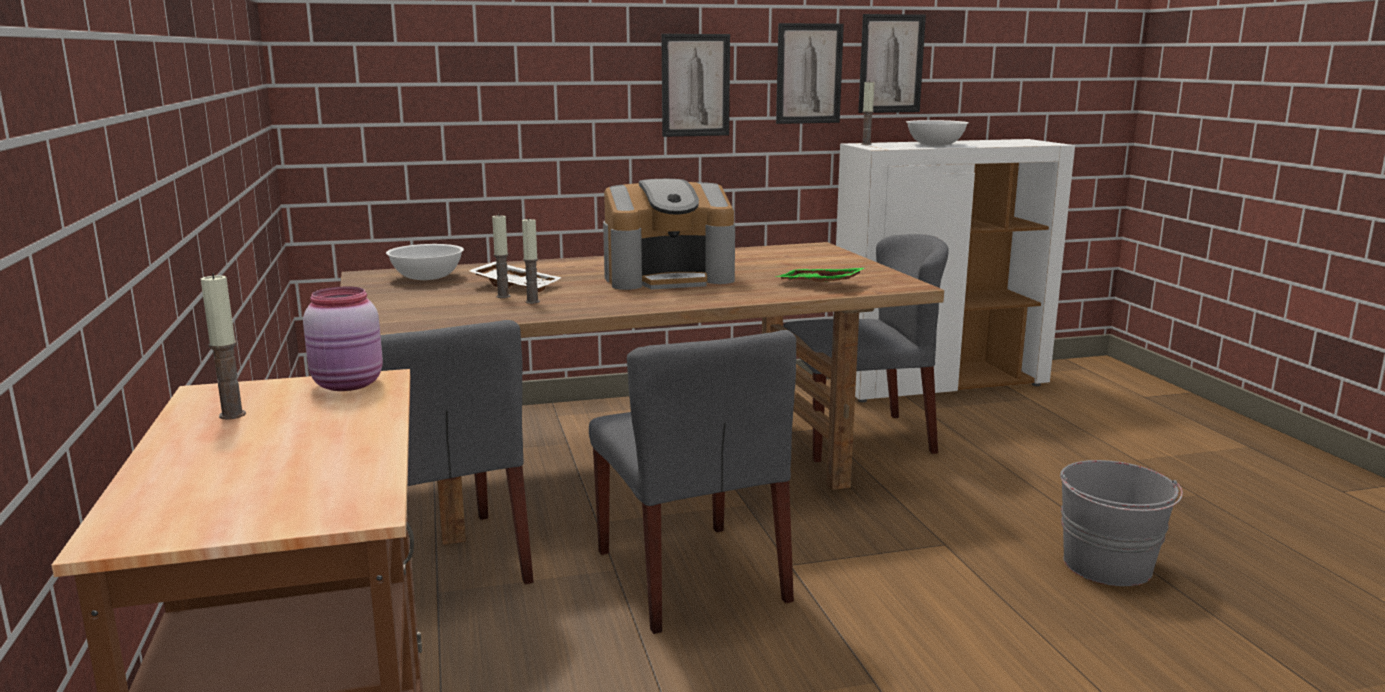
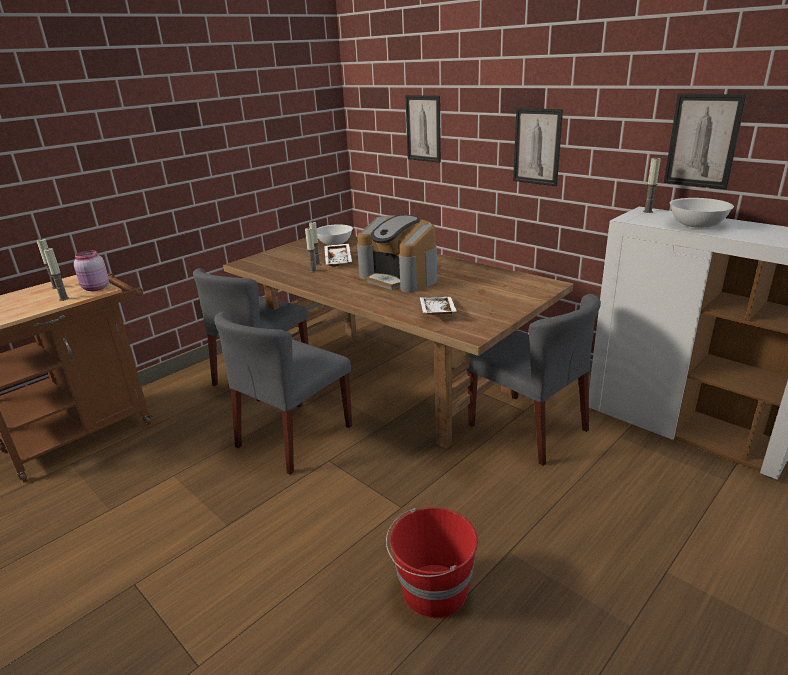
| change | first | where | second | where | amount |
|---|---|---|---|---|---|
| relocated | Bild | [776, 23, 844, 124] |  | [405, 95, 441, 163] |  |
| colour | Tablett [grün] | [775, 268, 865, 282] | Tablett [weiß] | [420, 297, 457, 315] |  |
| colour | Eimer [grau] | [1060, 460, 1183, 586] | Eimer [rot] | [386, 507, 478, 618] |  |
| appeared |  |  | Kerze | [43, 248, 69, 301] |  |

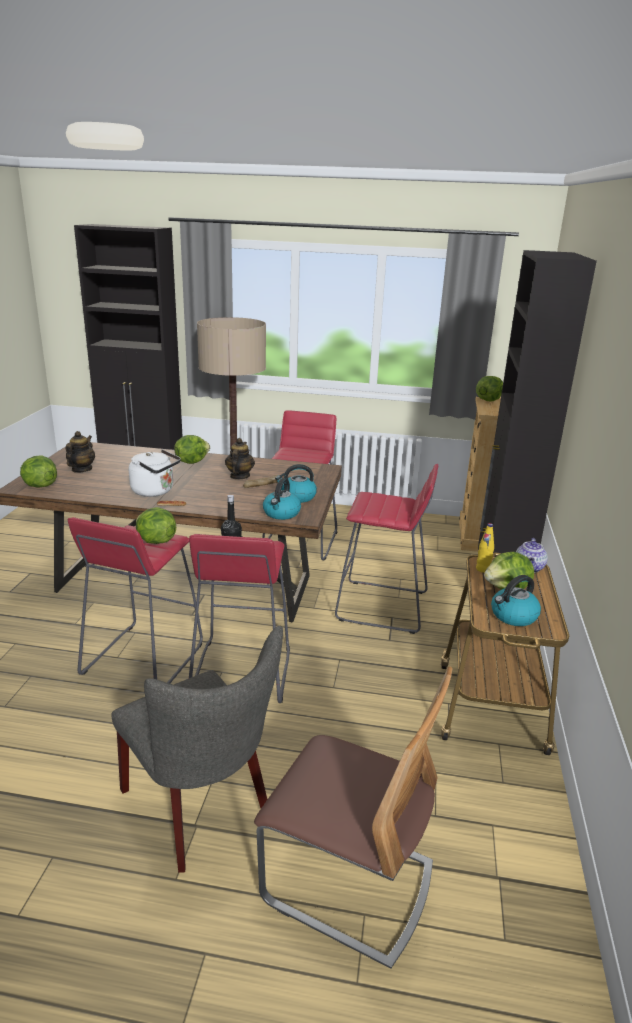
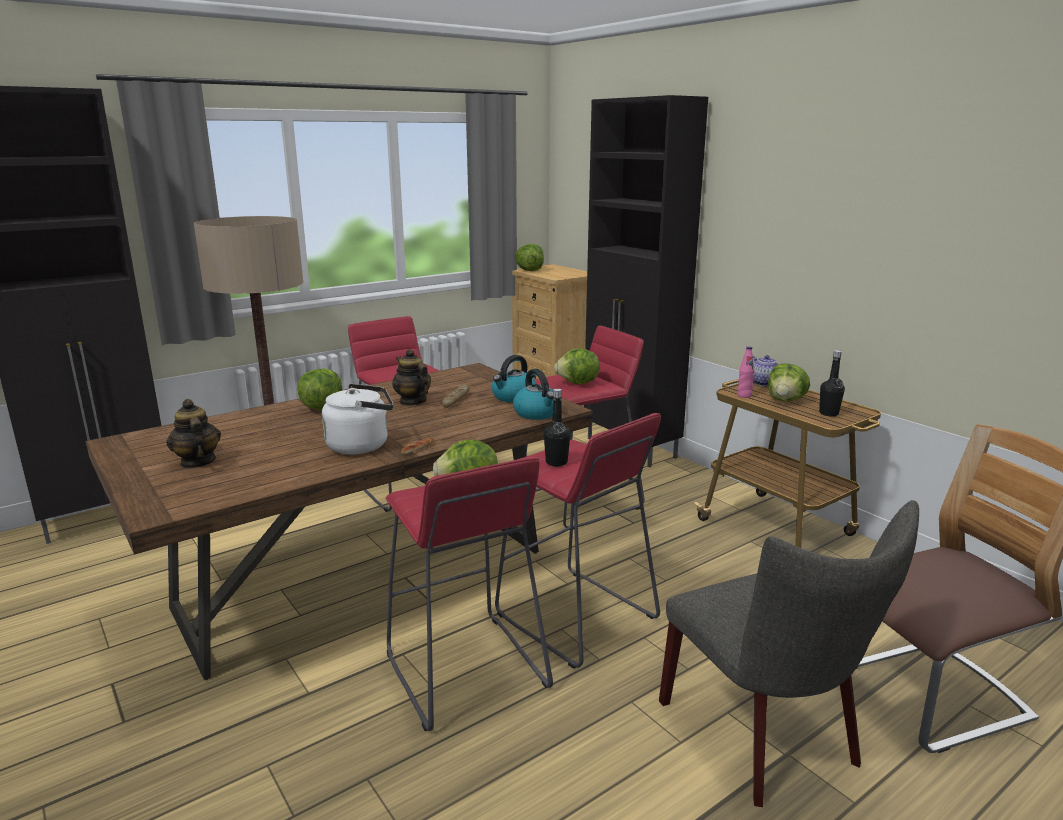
| change | first | where | second | where | amount |
|---|---|---|---|---|---|
| relocated | Salatkopf | [20, 455, 57, 488] |  | [554, 348, 600, 384] |  |
| colour | Flasche [gelb] | [476, 523, 494, 573] | Flasche [rosa] | [737, 346, 755, 398] |  |
| exchanged | Wasserkessel | [491, 575, 541, 626] | Flasche [schwarz] | [819, 350, 845, 416] |  |
| spun | Stuhl [grau] | [111, 626, 283, 872] |  | [659, 500, 919, 807] | 60 degrees clockwise |

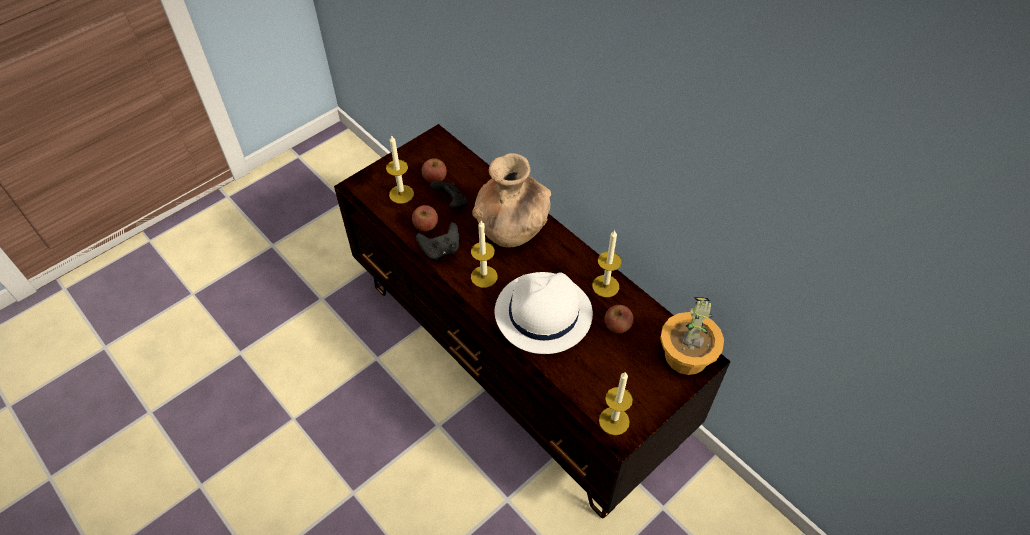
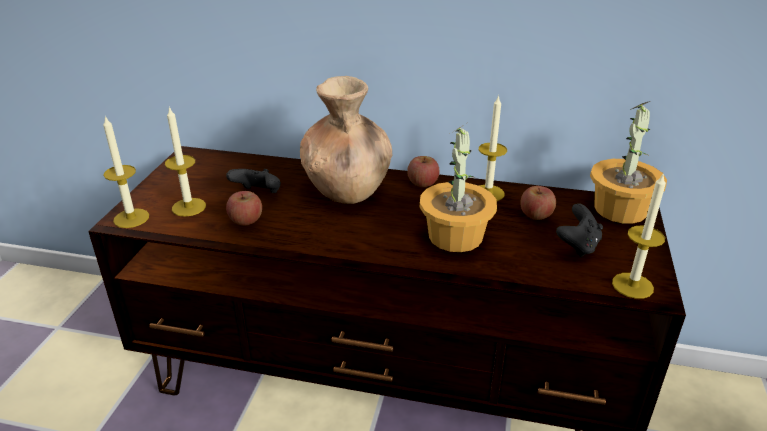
| change | first | where | second | where | amount |
|---|---|---|---|---|---|
| relocated | Apfel | [422, 158, 447, 183] |  | [407, 156, 440, 187] |  |
| relocated | Kerze | [471, 221, 498, 288] |  | [103, 116, 149, 228] |  |
| relocated | Gamepad [schwarz] | [416, 222, 459, 259] |  | [556, 203, 603, 257] |  |
| exchanged | Hut [weiß] | [495, 272, 593, 354] | Topfpflanze | [420, 123, 497, 252] |  |

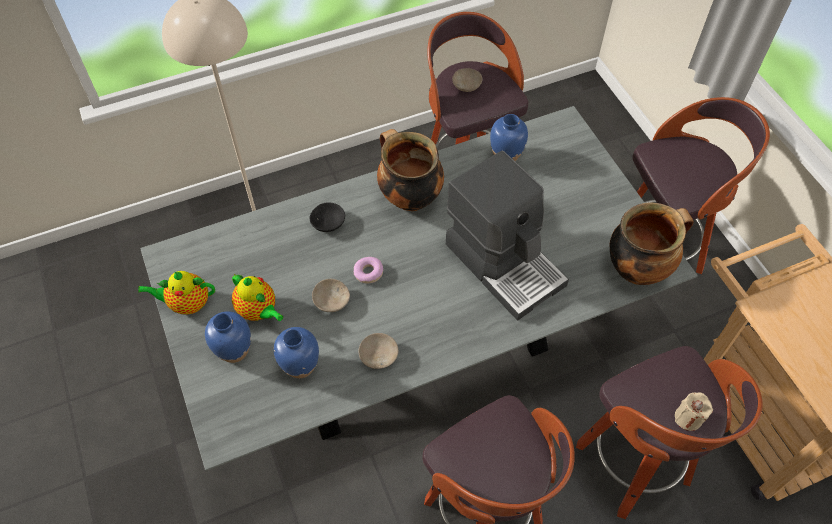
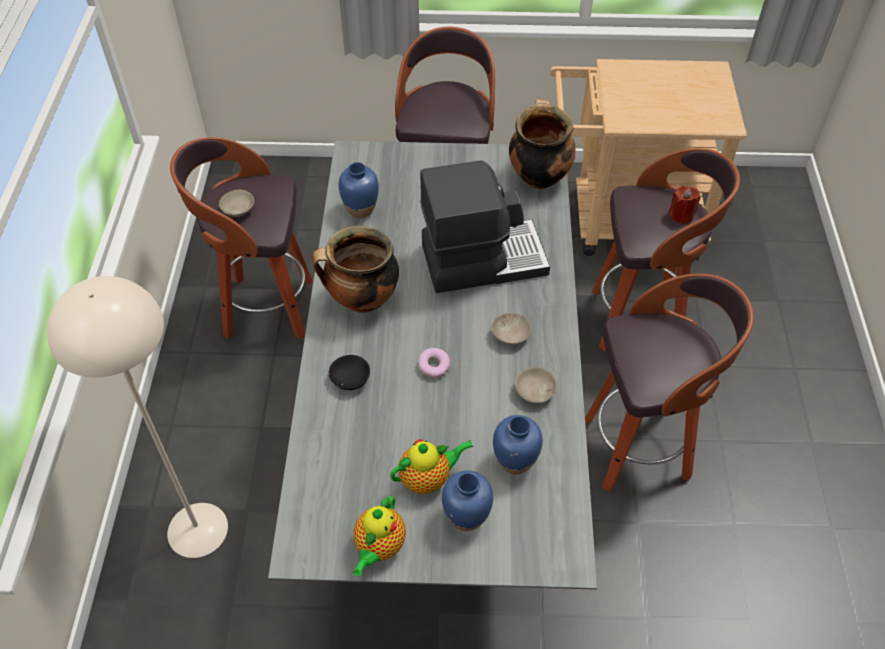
| change | first | where | second | where | amount |
|---|---|---|---|---|---|
| relocated | Schüssel [beige] | [312, 279, 350, 312] |  | [491, 313, 532, 345] |  |
| colour | Kerze [beige] | [675, 392, 713, 431] | Kerze [rot] | [668, 186, 701, 224] |  |

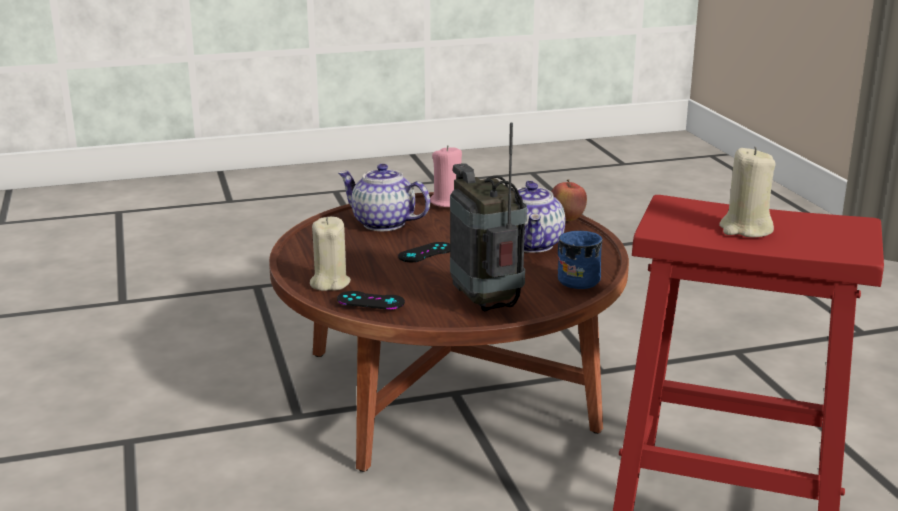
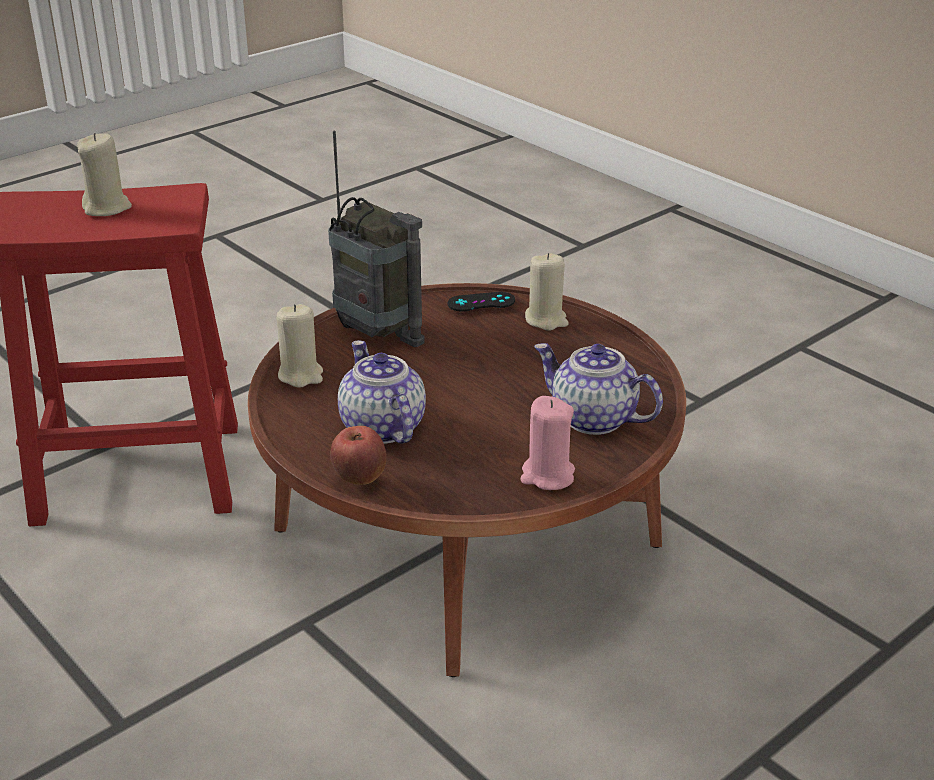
| change | first | where | second | where | amount |
|---|---|---|---|---|---|
| spun | Teekanne | [338, 164, 430, 231] |  | [534, 343, 663, 435] | 150 degrees counterclockwise |
| exchanged | Henkelbecher [blau] | [558, 231, 602, 289] | Kerze [beige] | [276, 304, 323, 388] |  |
| missing | Gamepad [schwarz] | [398, 242, 450, 262] |  |  |  |

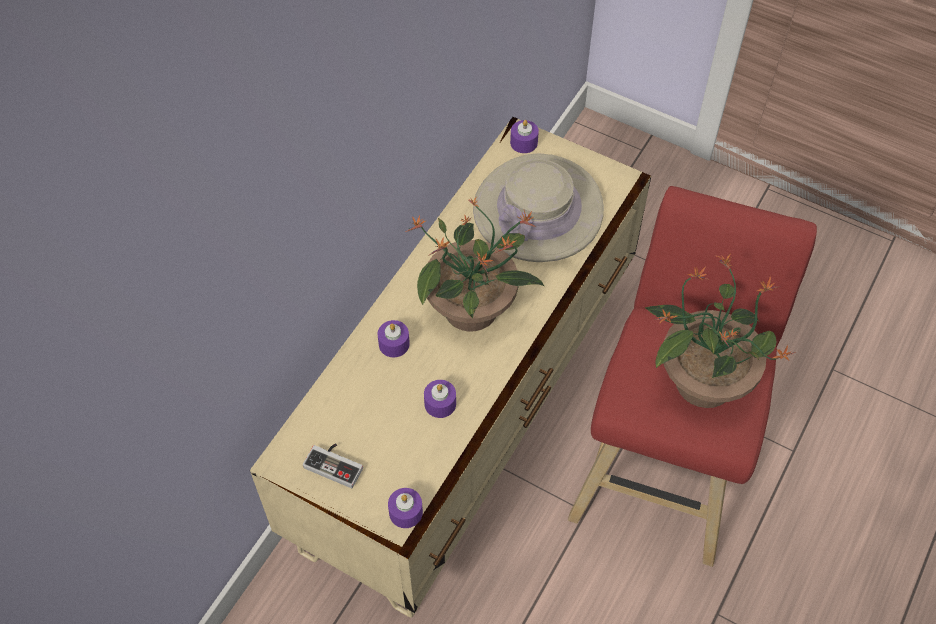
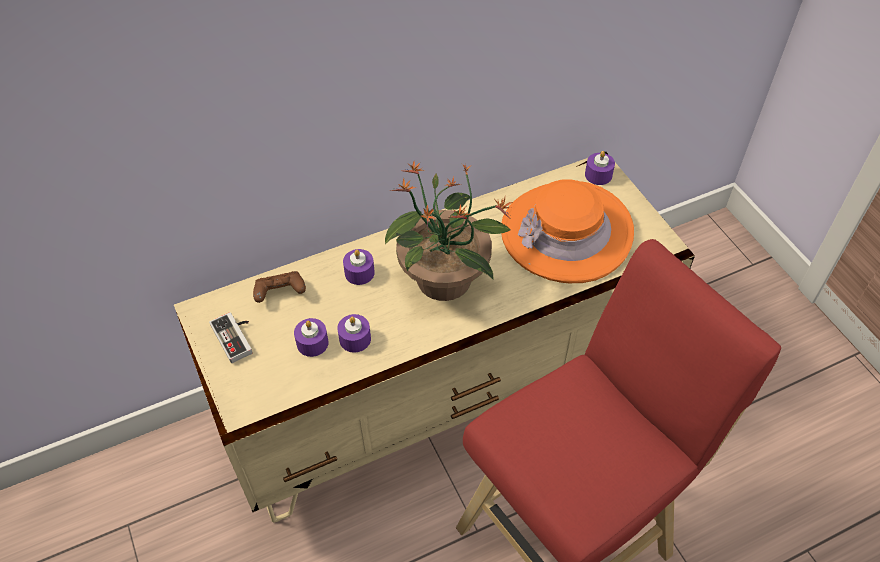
| change | first | where | second | where | amount |
|---|---|---|---|---|---|
| colour | Hut [beige] | [473, 153, 604, 262] | Hut [orange] | [501, 179, 634, 283] |  |
| missing | Topfpflanze | [645, 253, 796, 408] |  |  |  |
| relocated | Kerze [lila] | [388, 488, 423, 528] |  | [294, 318, 329, 357] |  |
| appeared |  |  | Gamepad [braun] | [253, 271, 306, 303] |  |

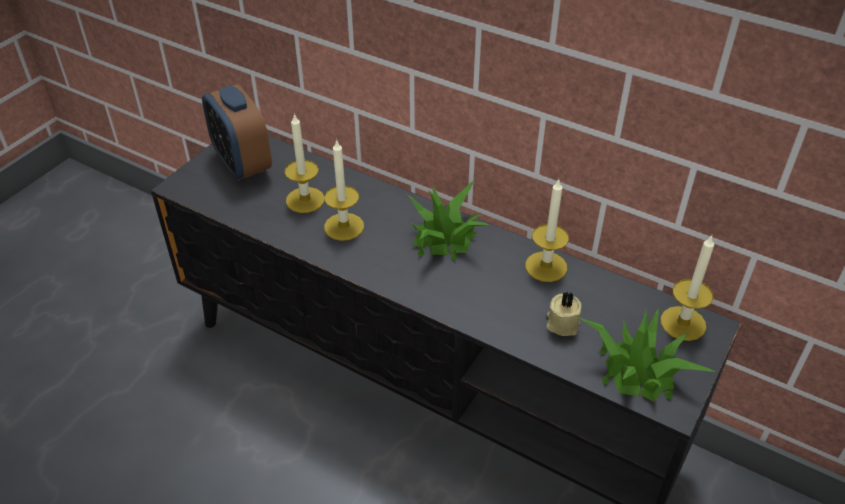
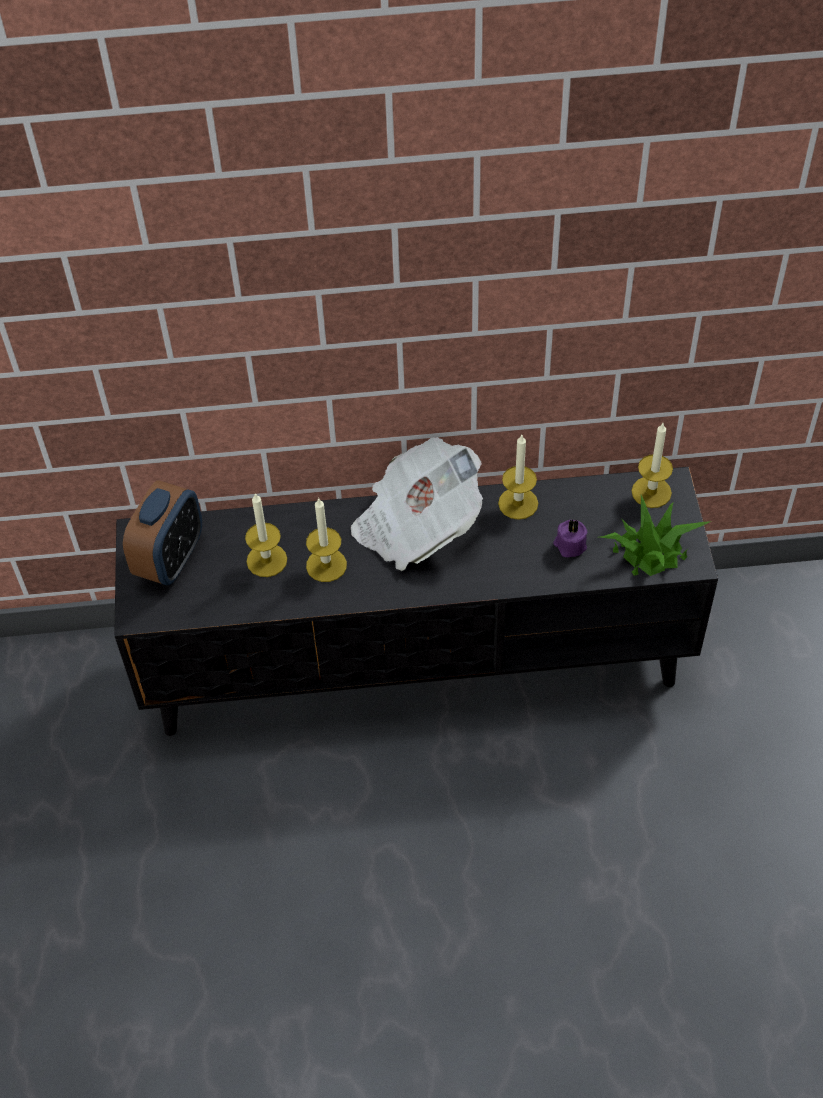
| change | first | where | second | where | amount |
|---|---|---|---|---|---|
| spun | Wecker | [202, 84, 272, 180] |  | [123, 480, 202, 585] | 90 degrees counterclockwise |
| exchanged | Topfpflanze | [408, 180, 488, 261] | Zeitung | [351, 437, 483, 571] |  |
| colour | Kerze [beige] | [547, 291, 582, 336] | Kerze [lila] | [553, 519, 588, 557] |  |

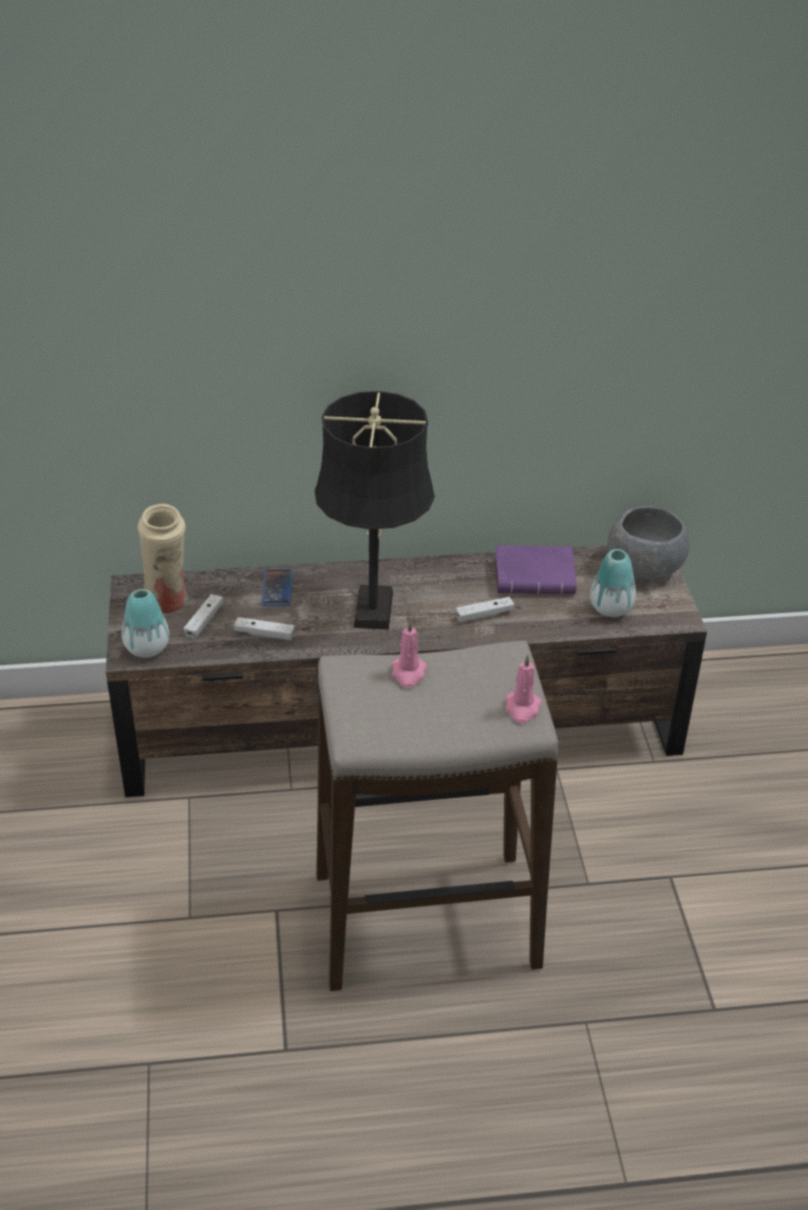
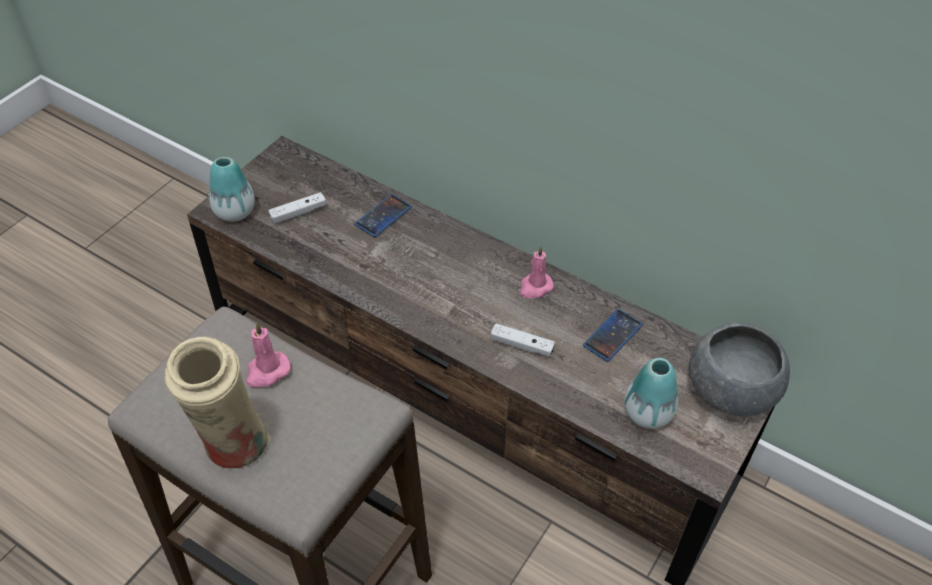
| change | first | where | second | where | amount |
|---|---|---|---|---|---|
| missing | Tischlampe [schwarz] | [315, 391, 435, 630] |  |  |  |
| relocated | Vase [beige] | [138, 504, 188, 613] |  | [165, 337, 271, 468] |  |
| exchanged | Buch [lila] | [495, 545, 577, 595] | Handy | [583, 309, 643, 362] |  |
| missing | Gamepad [weiß] | [234, 617, 295, 641] |  |  |  |
| relocated | Kerze [rosa] | [506, 654, 542, 723] |  | [520, 246, 554, 298] |  |

